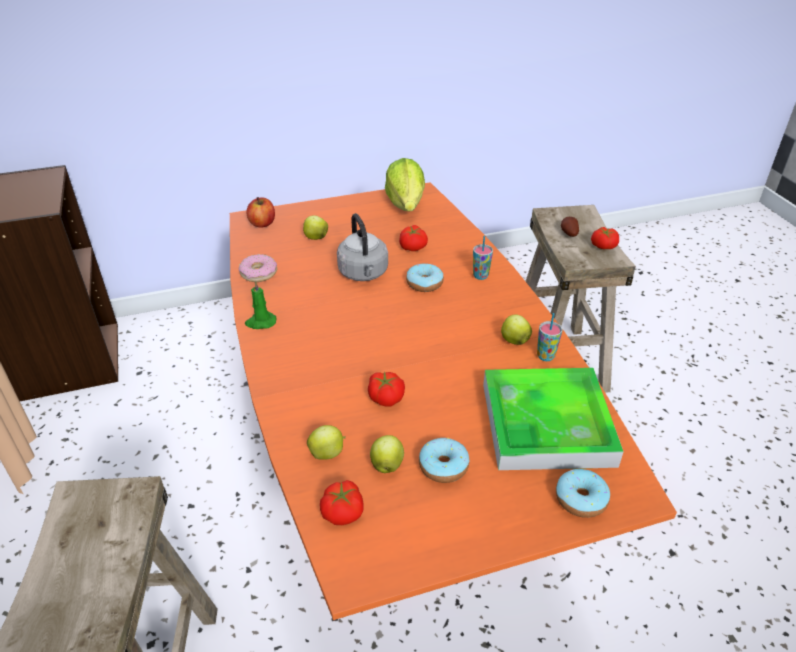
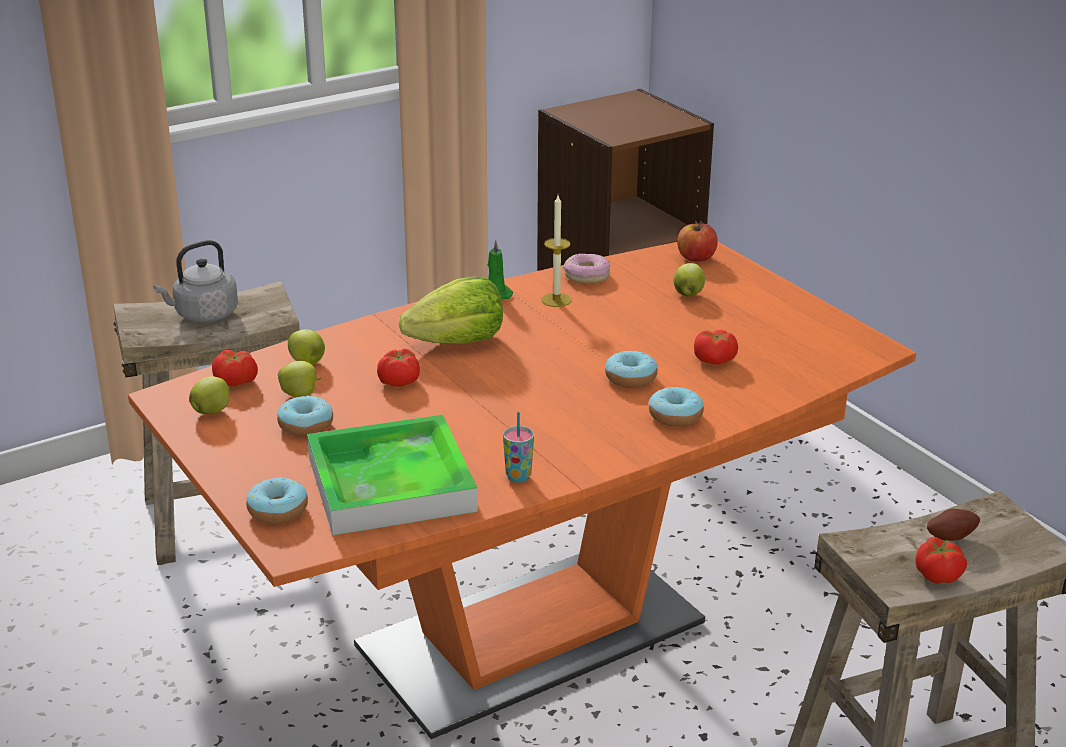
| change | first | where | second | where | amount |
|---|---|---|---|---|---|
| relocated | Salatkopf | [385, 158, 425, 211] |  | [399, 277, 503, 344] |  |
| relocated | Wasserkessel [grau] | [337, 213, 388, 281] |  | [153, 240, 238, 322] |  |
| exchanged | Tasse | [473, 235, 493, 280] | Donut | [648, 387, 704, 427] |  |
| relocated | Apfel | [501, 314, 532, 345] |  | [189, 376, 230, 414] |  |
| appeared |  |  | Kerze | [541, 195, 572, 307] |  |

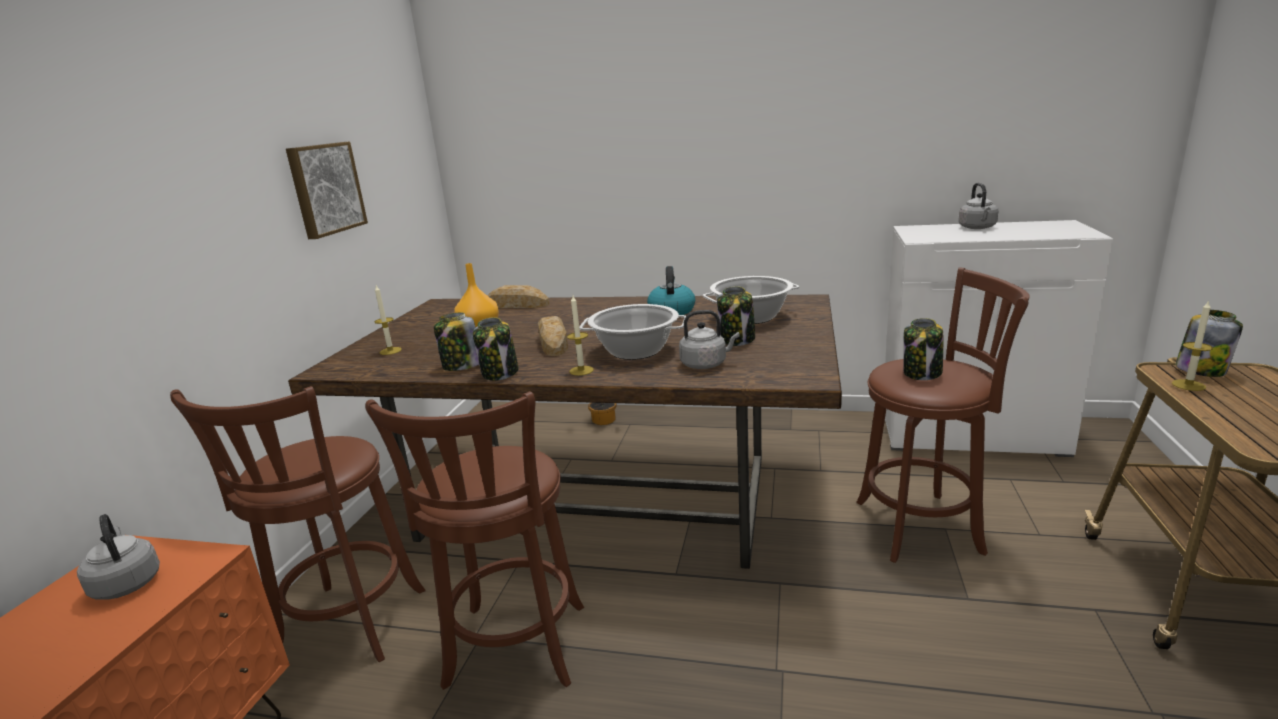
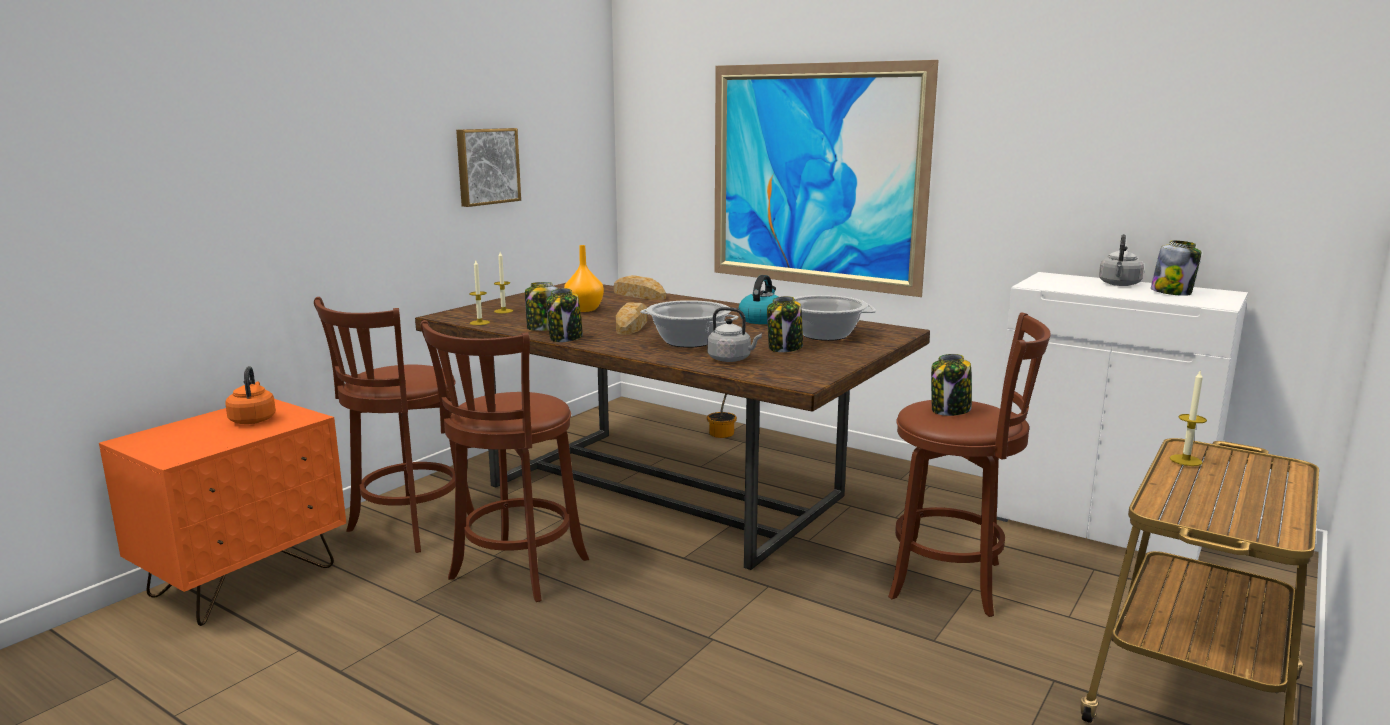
| change | first | where | second | where | amount |
|---|---|---|---|---|---|
| relocated | Kerze | [567, 296, 594, 376] |  | [469, 260, 490, 325] |  |
| relocated | Vorratsglas | [1175, 310, 1243, 377] |  | [1151, 240, 1202, 296] |  |
| colour | Wasserkessel [grau] | [77, 514, 160, 600] | Wasserkessel [orange] | [225, 366, 276, 424] |  |
| appeared |  |  | Bild | [714, 60, 939, 297] |  |

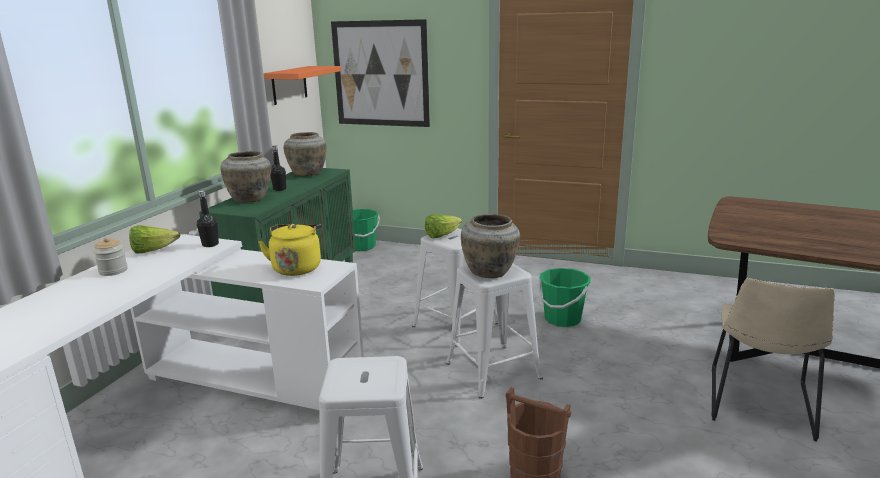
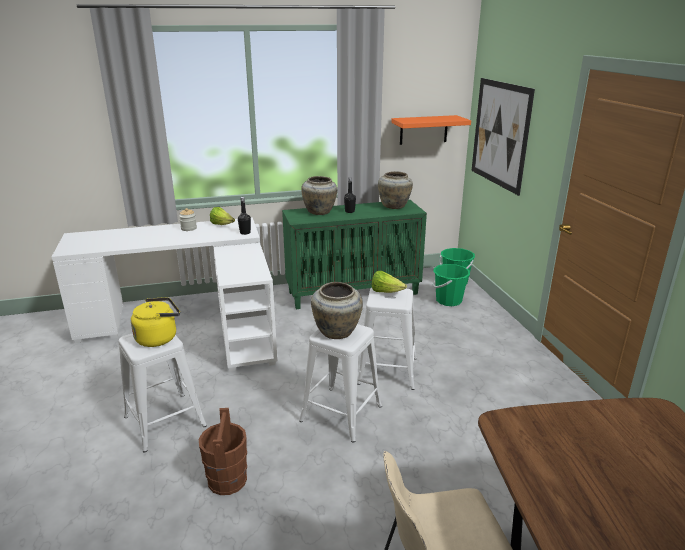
| change | first | where | second | where | amount |
|---|---|---|---|---|---|
| relocated | Wasserkessel [gelb] | [258, 224, 322, 276] |  | [131, 297, 180, 347] |  |
| relocated | Eimer [grün] | [538, 268, 591, 327] |  | [433, 264, 470, 306] |  |

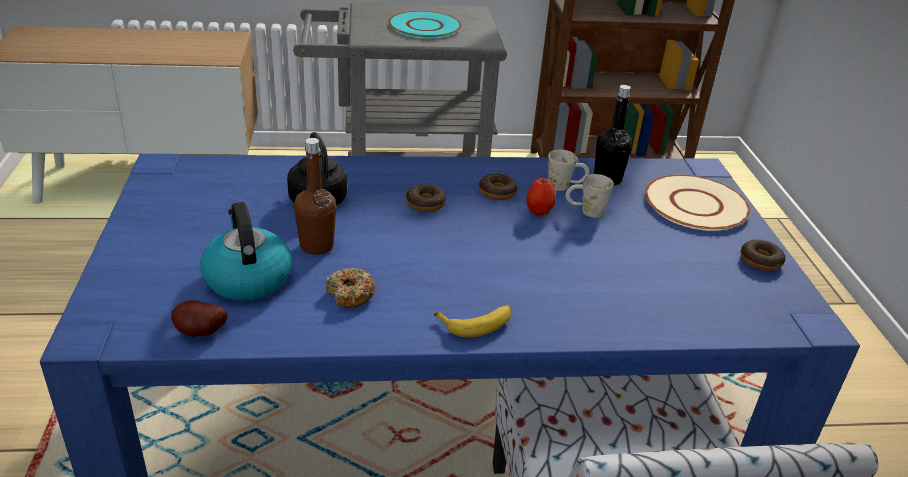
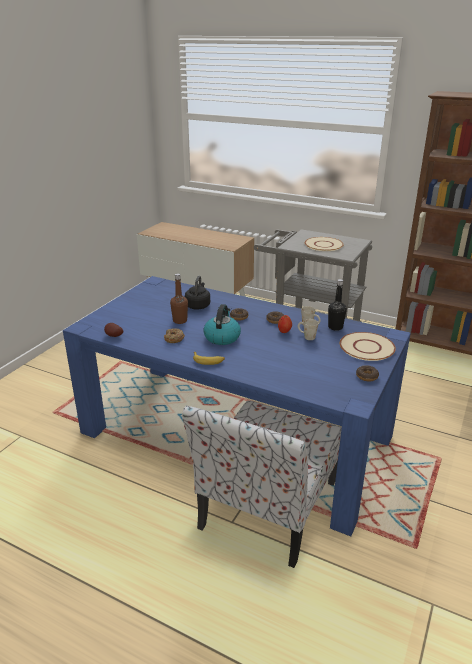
| change | first | where | second | where | amount |
|---|---|---|---|---|---|
| colour | Teller [türkis] | [388, 11, 461, 38] | Teller [beige] | [305, 237, 344, 251] |  |
| relocated | Wasserkessel | [200, 202, 292, 301] |  | [203, 304, 241, 345] |  |

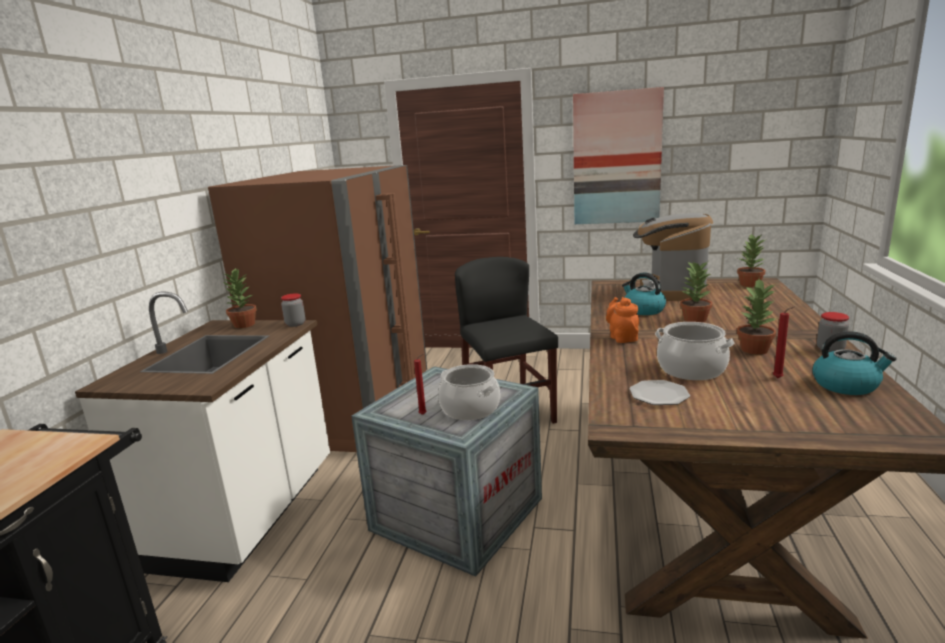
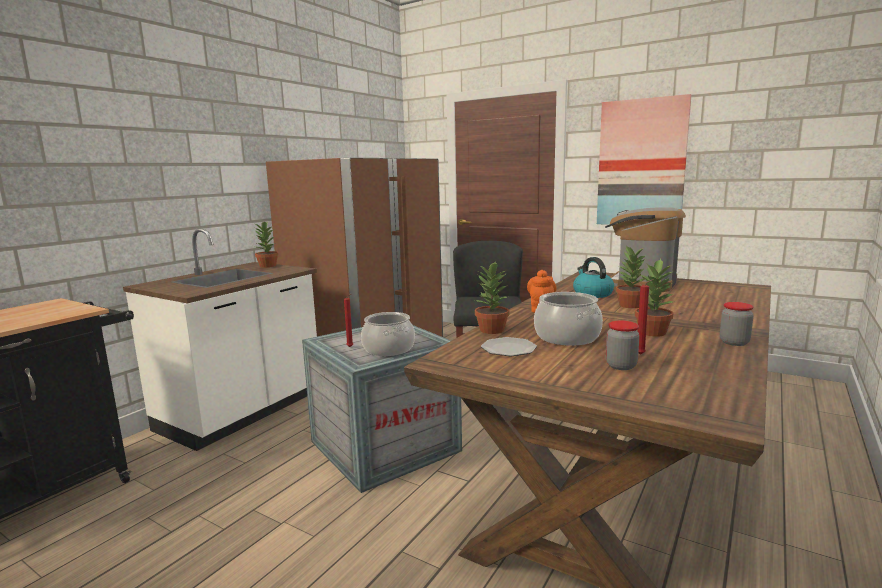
| change | first | where | second | where | amount |
|---|---|---|---|---|---|
| relocated | Topfpflanze | [737, 234, 766, 287] |  | [475, 261, 509, 334] |  |
| relocated | Vorratsglas | [281, 293, 305, 327] |  | [606, 321, 640, 370] |  |
| missing | Wasserkessel | [813, 331, 897, 395] |  |  |  |

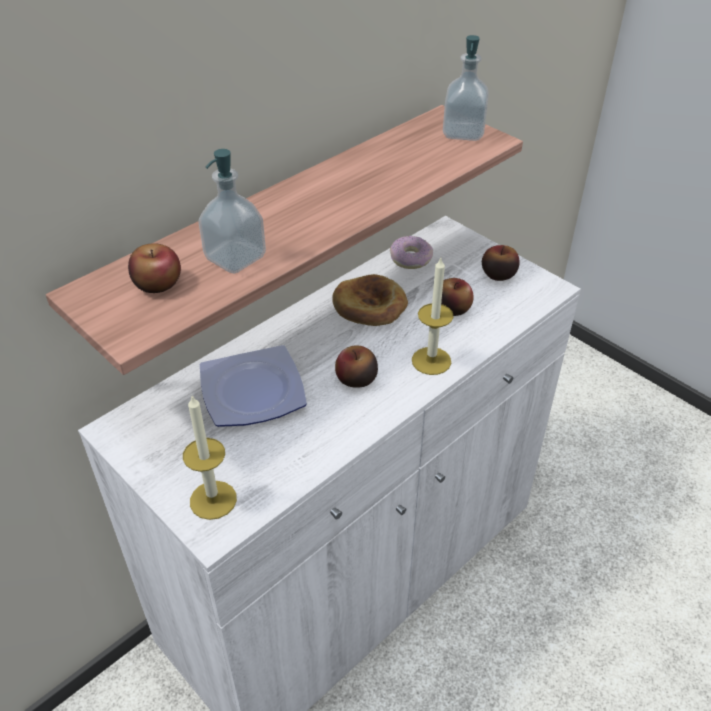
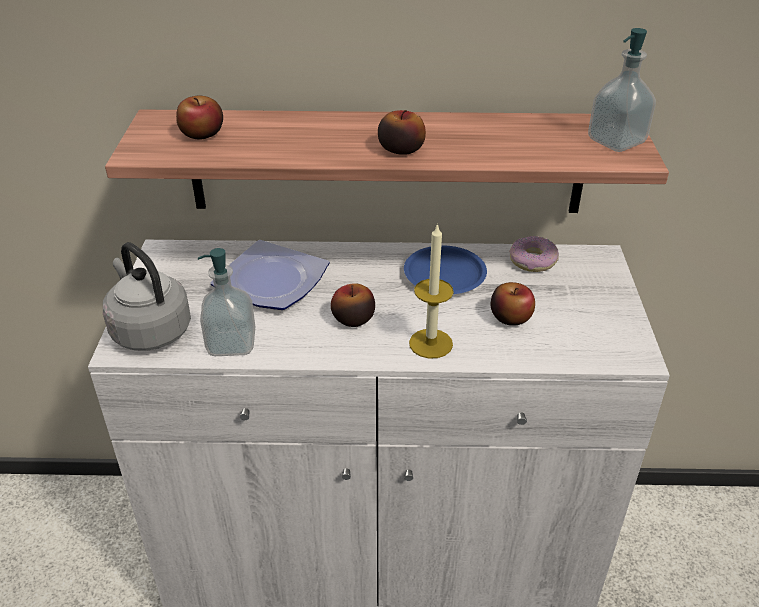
| change | first | where | second | where | amount |
|---|---|---|---|---|---|
| relocated | Seifenspender | [198, 149, 266, 274] |  | [198, 248, 255, 356] |  |
| relocated | Apfel | [482, 245, 520, 281] |  | [378, 110, 426, 155] |  |
| exchanged | Brot | [332, 274, 408, 326] | Teller [blau] | [404, 246, 487, 294] |  |
| exchanged | Kerze | [183, 396, 237, 520] | Wasserkessel [grau] | [103, 242, 191, 351] |  |

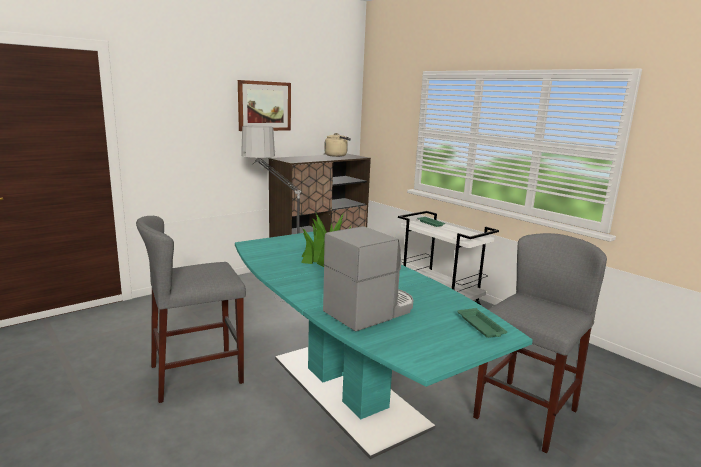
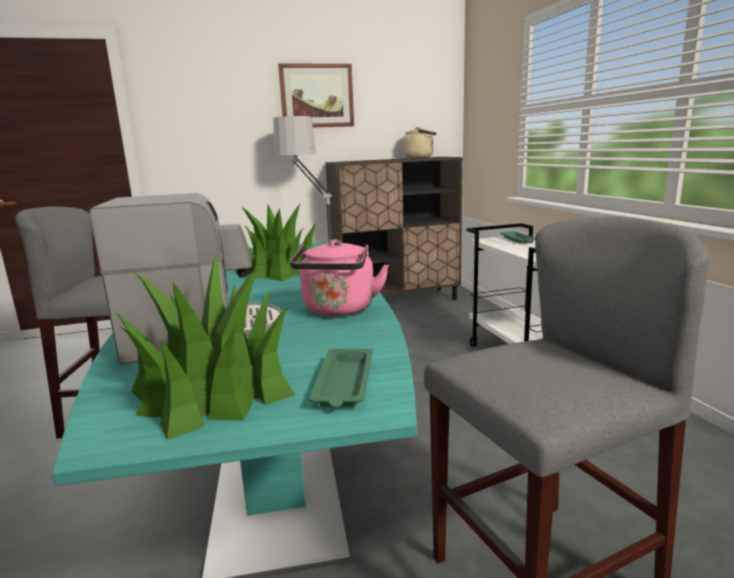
| change | first | where | second | where | amount |
|---|---|---|---|---|---|
| appeared |  |  | Wasserkessel [rosa] | [290, 239, 389, 316] |  |
| appeared |  |  | Topfpflanze | [113, 253, 295, 440] |  |

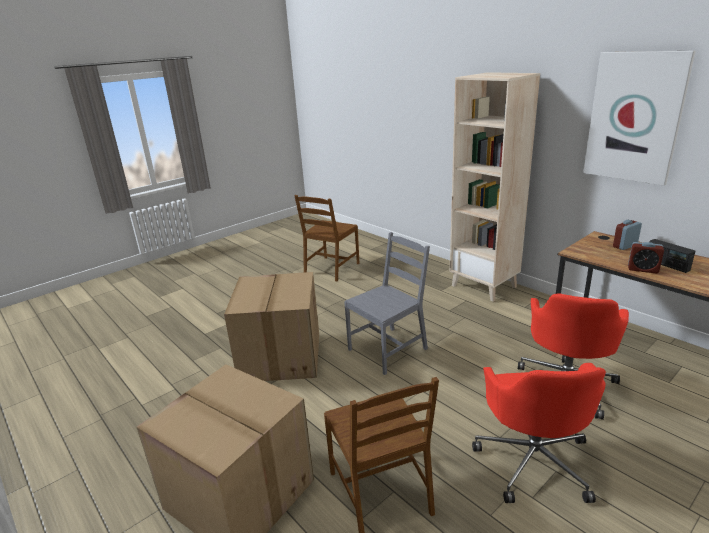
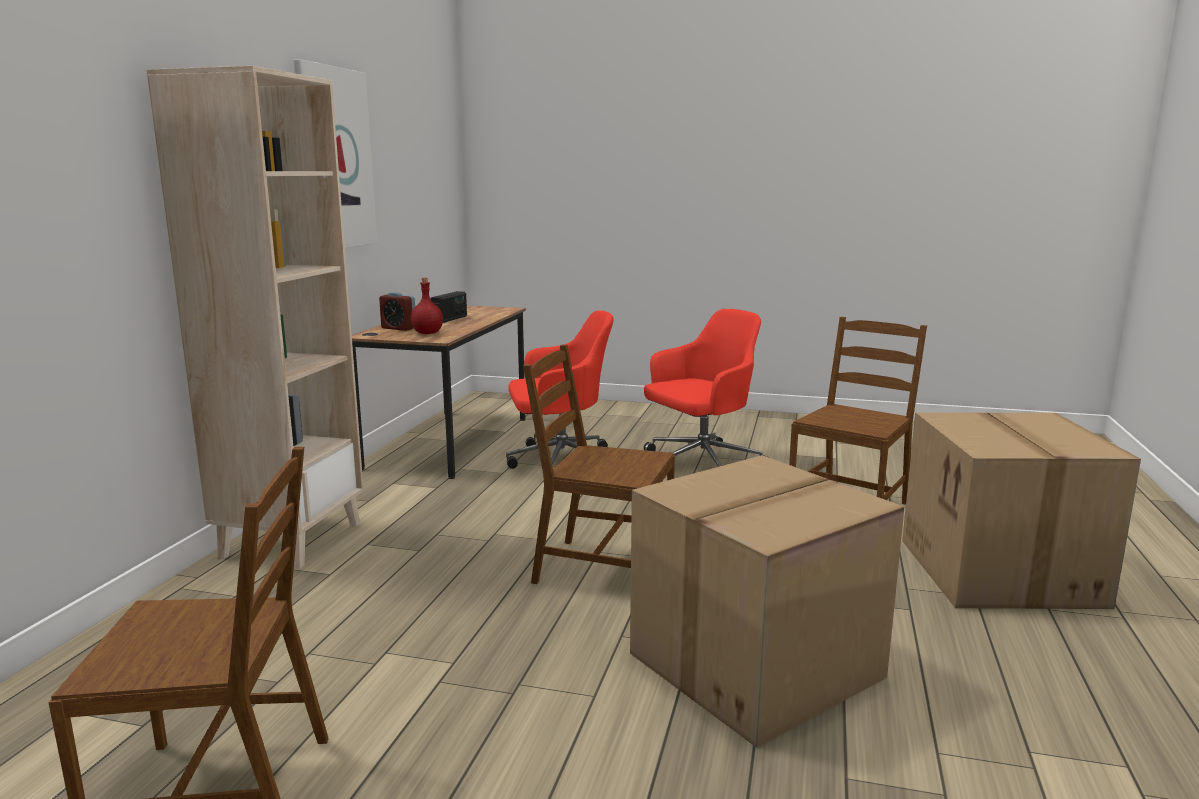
| change | first | where | second | where | amount |
|---|---|---|---|---|---|
| colour | Stuhl [grau] | [344, 232, 430, 375] | Stuhl [braun] | [523, 345, 675, 584] |  |
| missing | Wecker | [628, 242, 664, 273] |  |  |  |
| appeared |  |  | Flasche [rot] | [411, 278, 443, 334] |  |

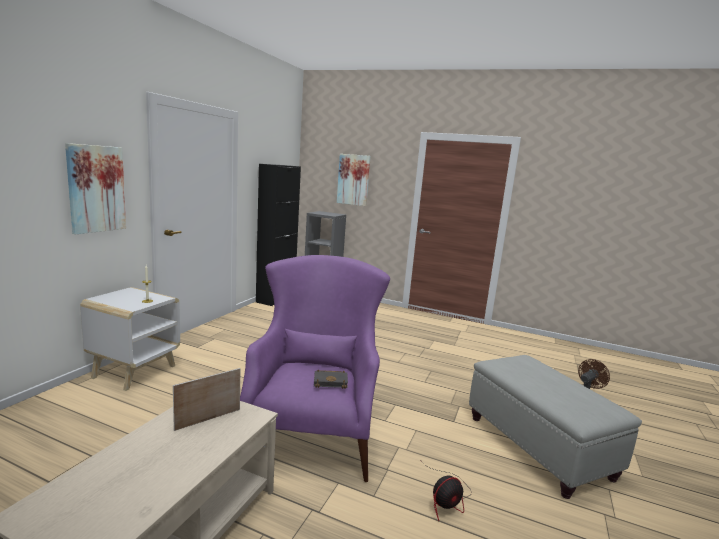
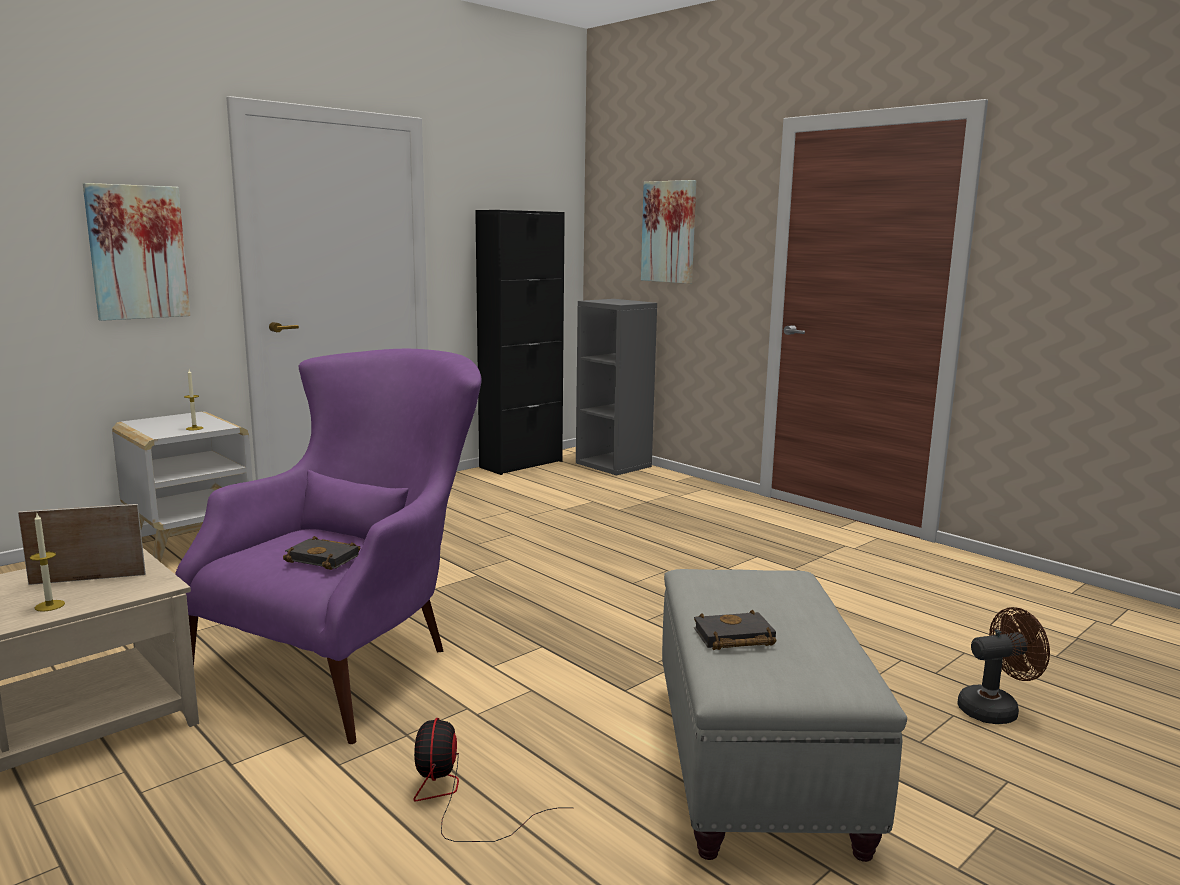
| change | first | where | second | where | amount |
|---|---|---|---|---|---|
| spun | Ventilator | [422, 462, 472, 521] |  | [413, 718, 573, 842] | 90 degrees clockwise |
| appeared |  |  | Kerze | [30, 514, 65, 612] |  |
| appeared |  |  | Buch [schwarz] | [694, 610, 776, 650] |  |

